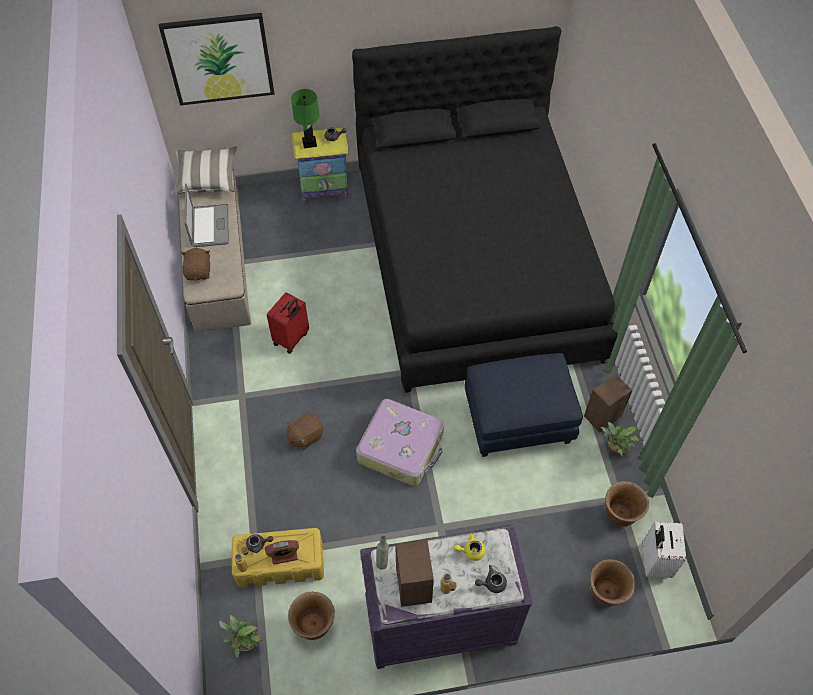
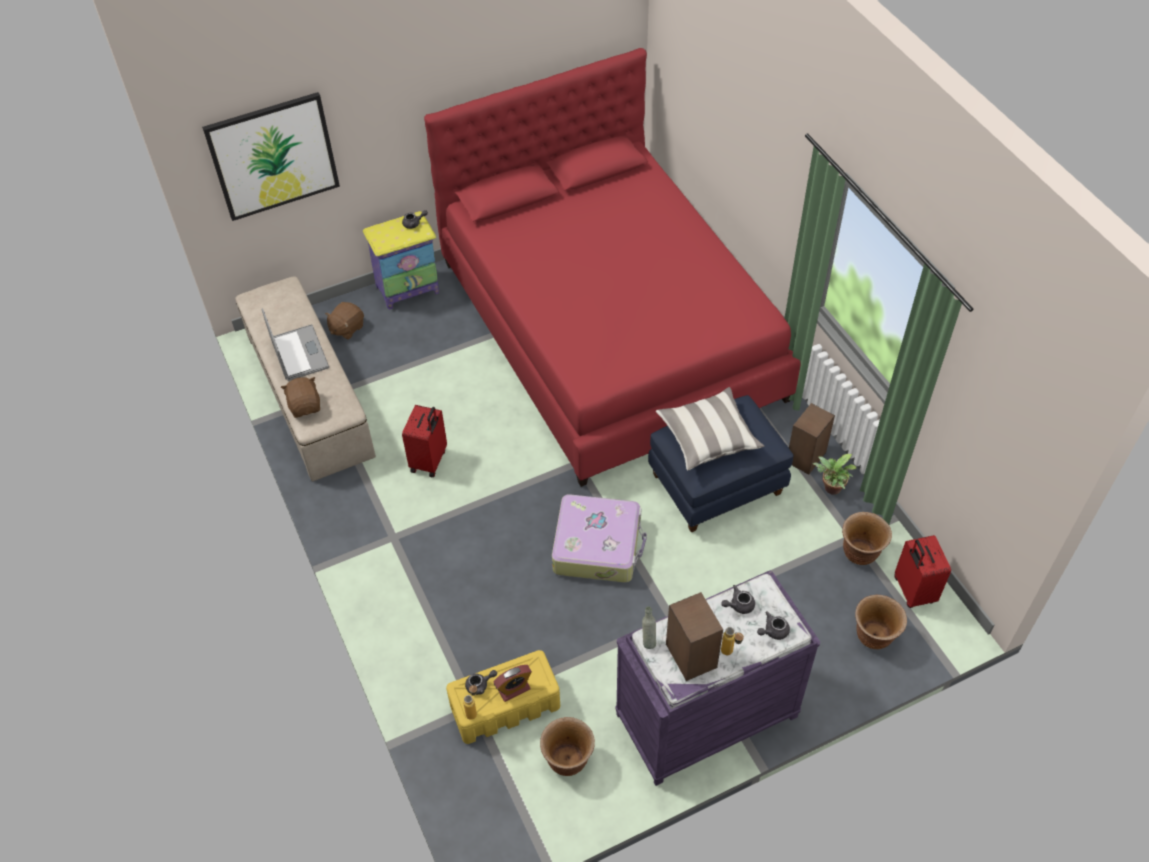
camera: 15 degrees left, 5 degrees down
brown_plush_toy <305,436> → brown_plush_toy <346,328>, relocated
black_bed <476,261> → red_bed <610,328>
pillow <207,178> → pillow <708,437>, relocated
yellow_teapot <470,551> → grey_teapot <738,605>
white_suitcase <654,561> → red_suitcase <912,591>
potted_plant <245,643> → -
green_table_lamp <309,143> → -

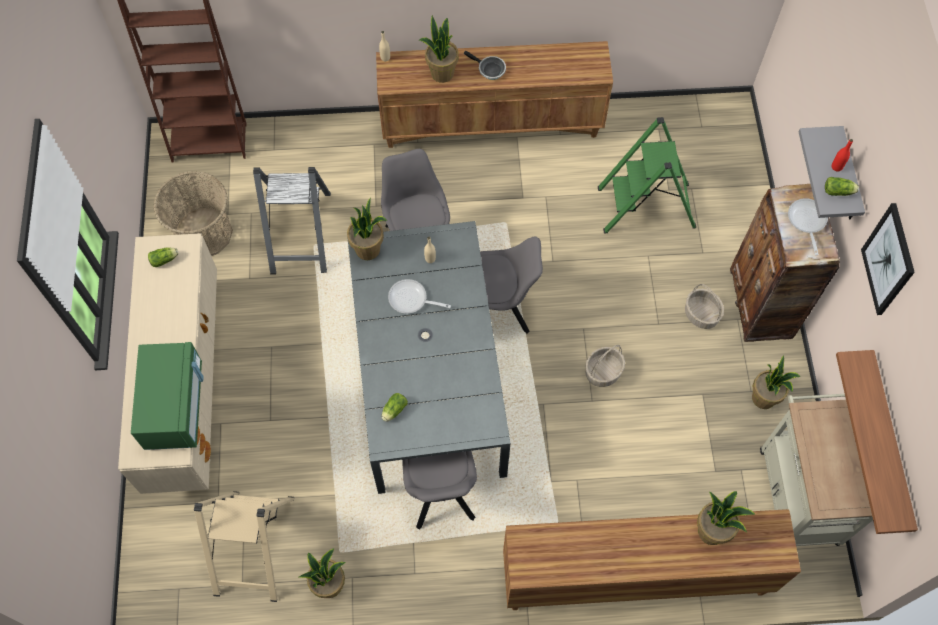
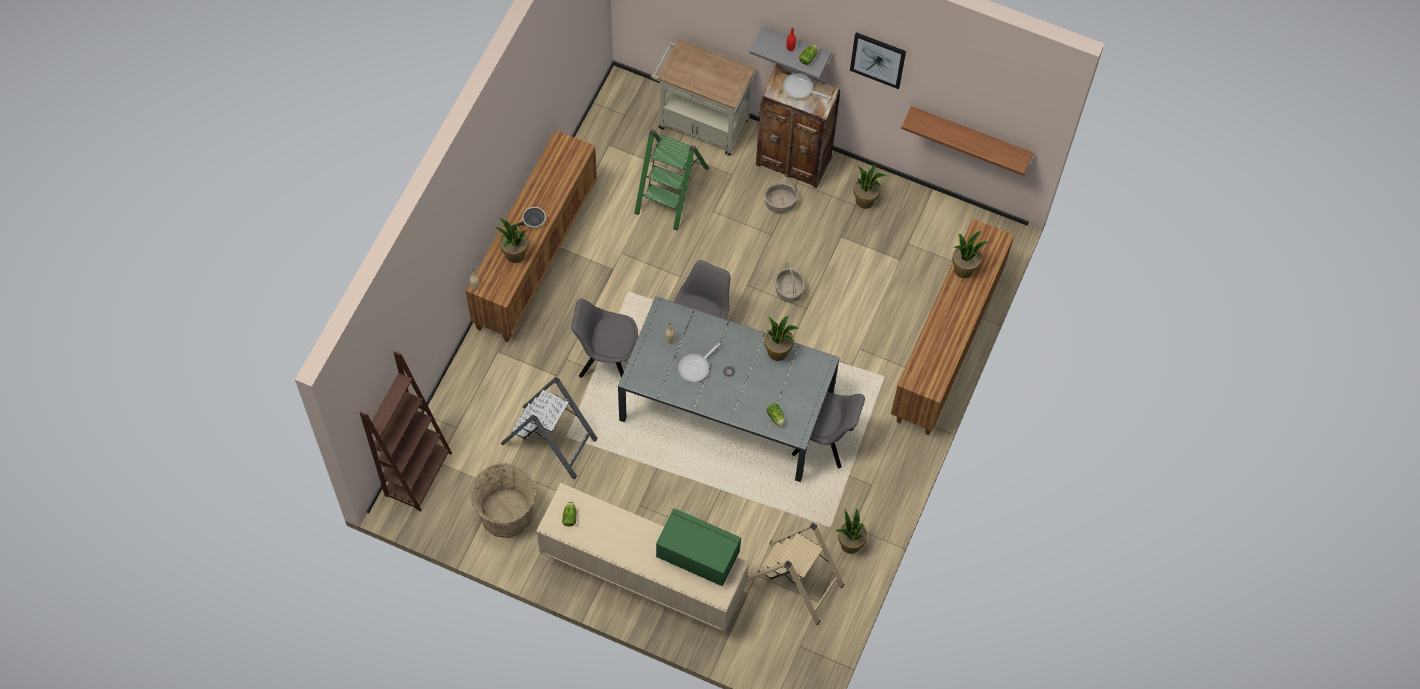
camera: 65 degrees left, 0 degrees up
beige_cart <797,493> → beige_cart <700,124>, relocated
potted_plant <368,249> → potted_plant <778,351>, relocated

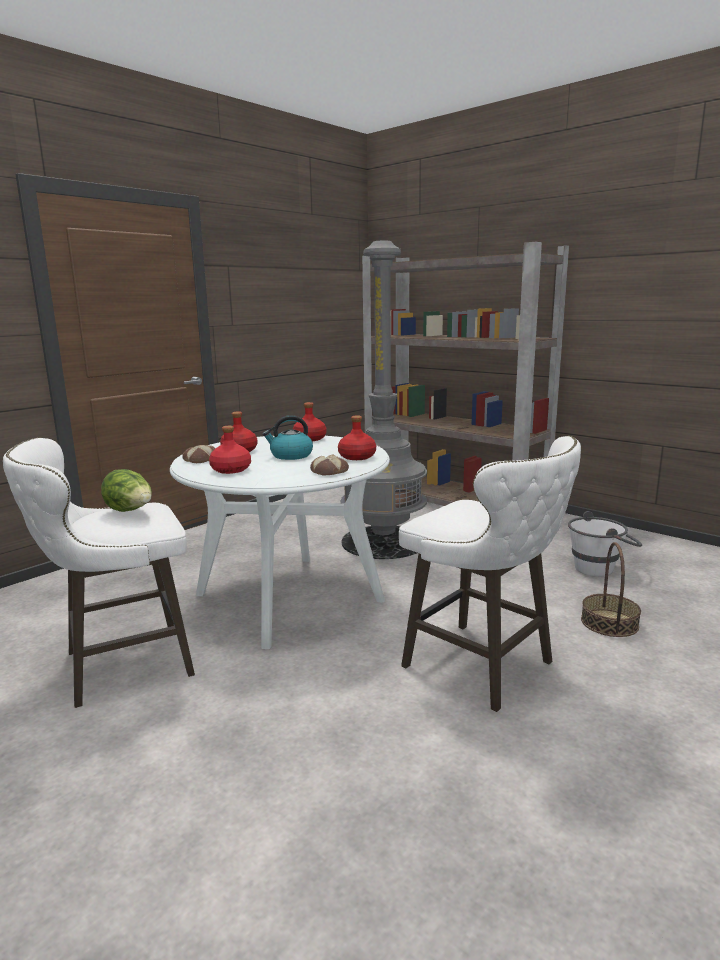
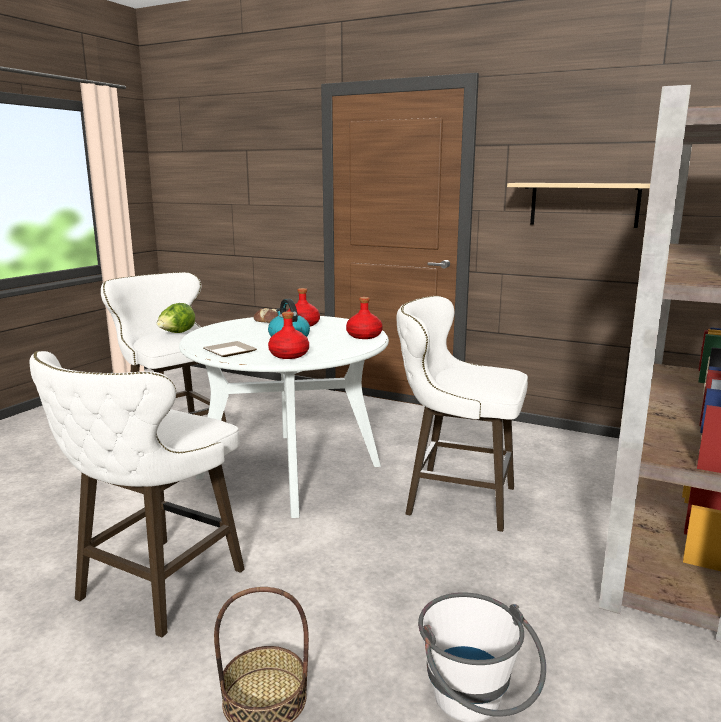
camera: 75 degrees right, 0 degrees up
bread <329,472> → plate <229,352>
grey_floor_lamp <383,542> → white_stool <455,499>
- → beige_shelf <584,204>
red_bottle <231,470> → -

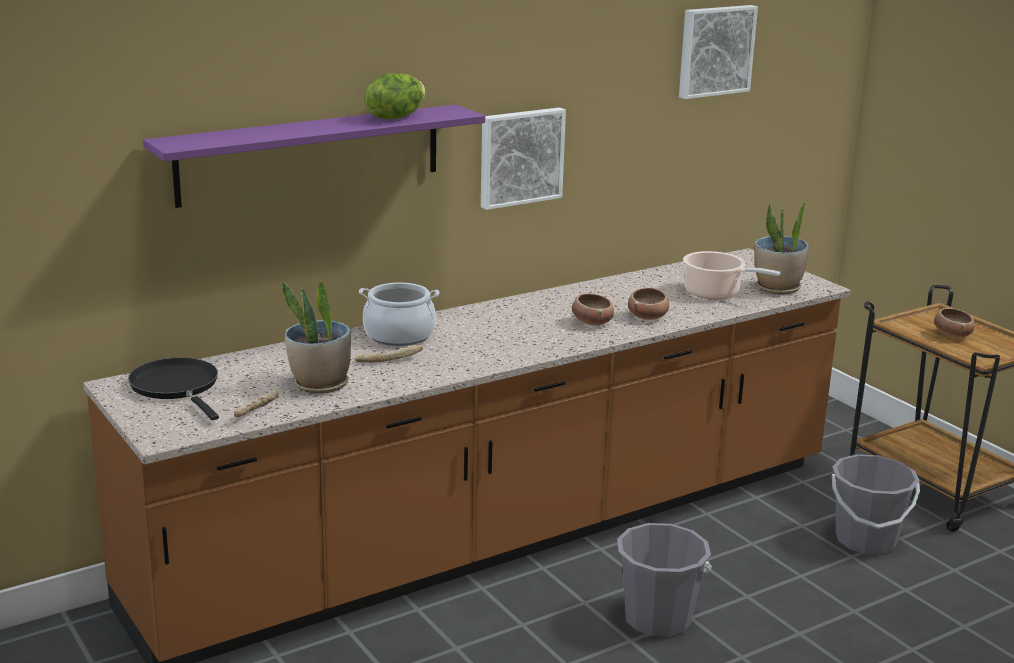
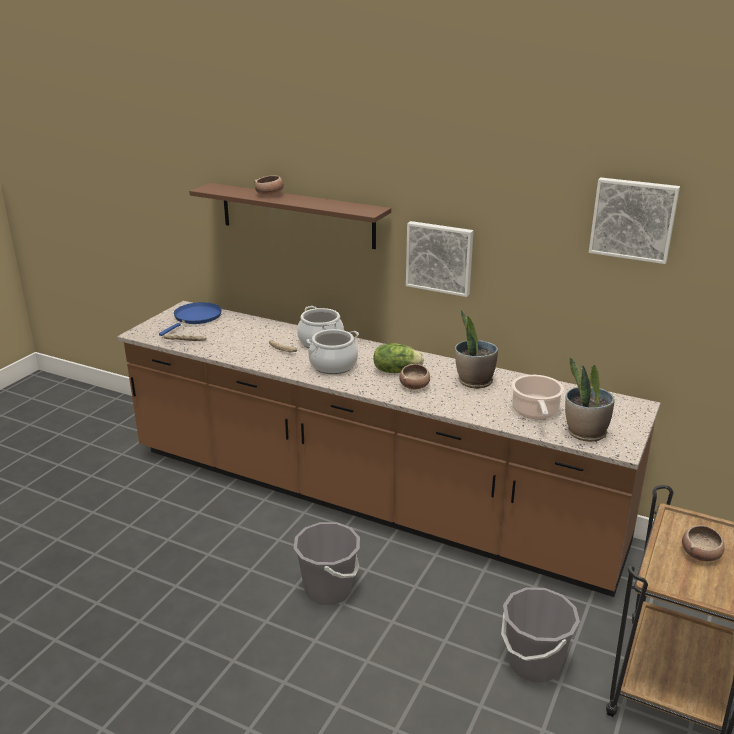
camera: 60 degrees right, 5 degrees up
black_frying_pan <177,387> → blue_frying_pan <195,318>
purple_shelf <311,154> → brown_shelf <297,215>
bowl <648,317> → bowl <270,195>, relocated
- → cooking_pot <333,365>
lettuce <395,117> → lettuce <396,371>, relocated
potted_plant <320,385> → potted_plant <474,381>, relocated

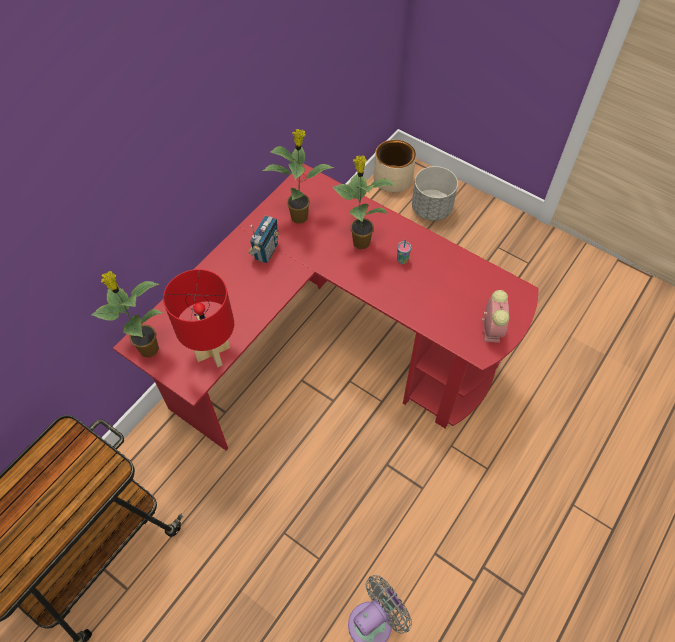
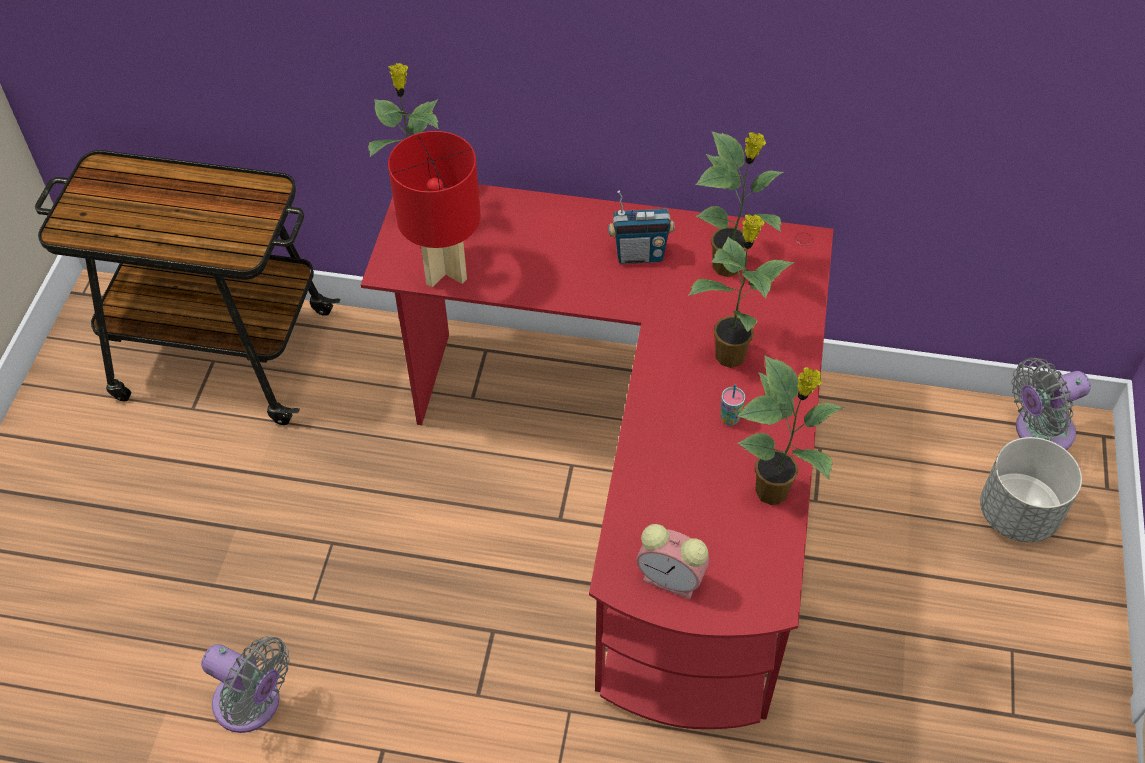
camera: 65 degrees right, 5 degrees down
alarm_clock <491,328> → alarm_clock <673,580>, 45 degrees clockwise
- → potted_plant <774,492>
beige_planter <393,179> → grey_fan <1038,432>

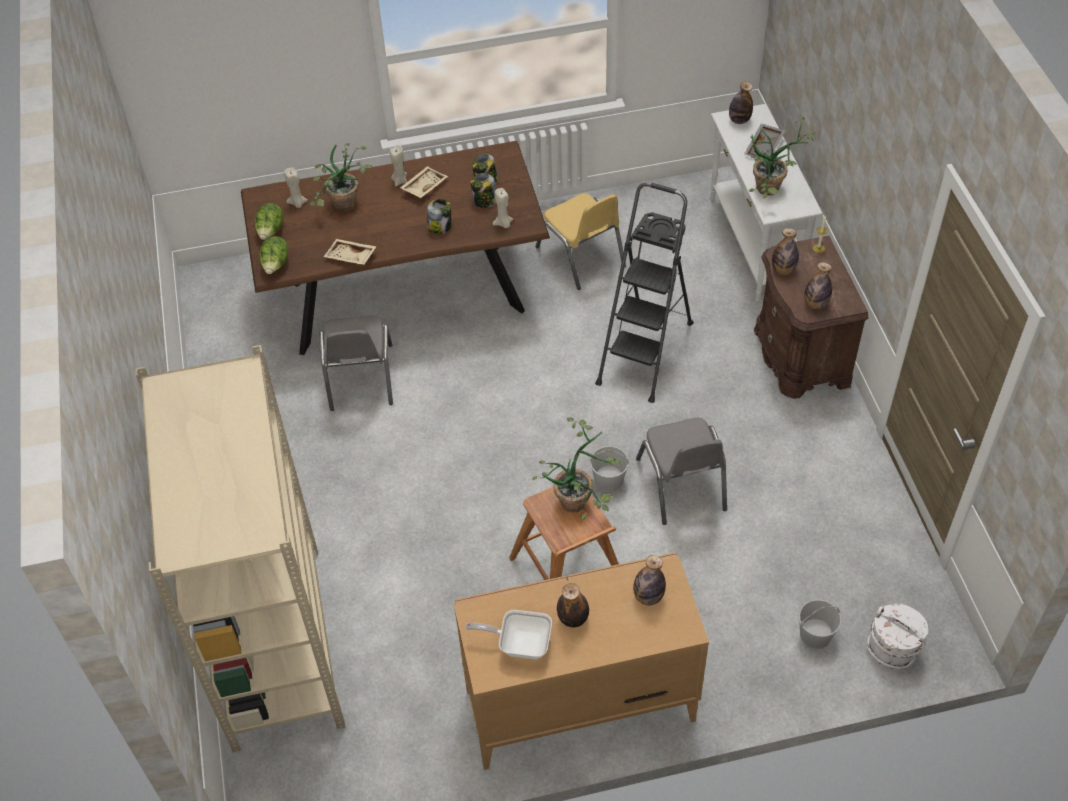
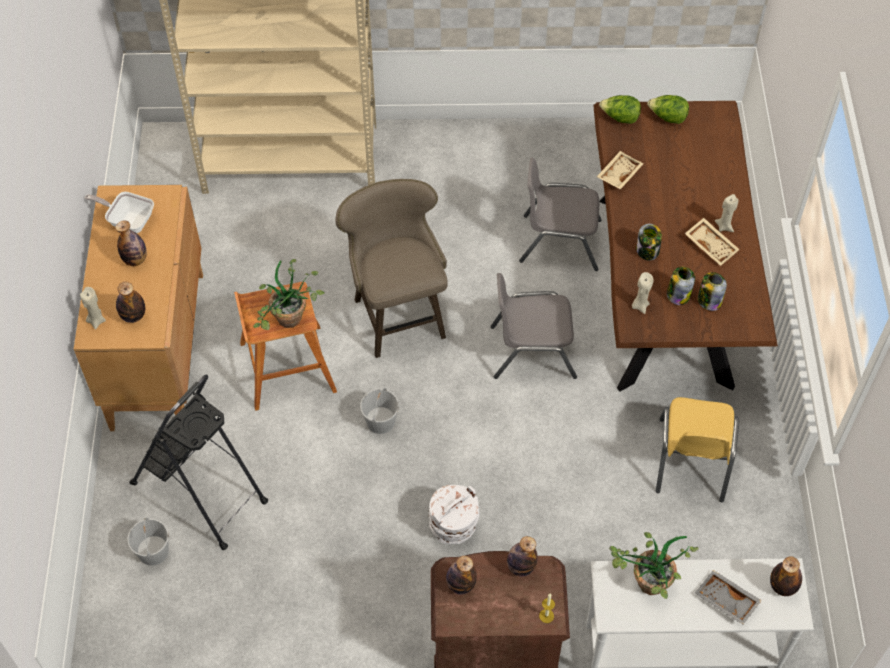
camera: 100 degrees right, 5 degrees up
beige_candle <297,203> → beige_candle <96,320>, relocated
frying_pan <519,643> → frying_pan <128,220>, 90 degrees counterclockwise
step_ladder <646,351> → step_ladder <200,492>, relocated
- → beige_stool <398,314>
white_bucket <892,648> → white_bucket <453,526>, relocated
grey_chair <681,484> → grey_chair <532,350>, relocated
yellow_chair <581,257> → yellow_chair <691,460>, 60 degrees counterclockwise
potted_plant <344,208> → -

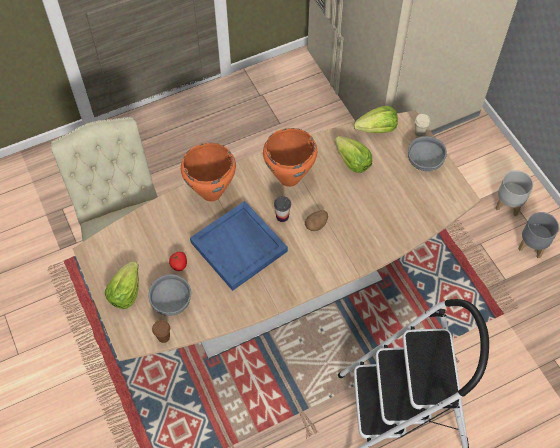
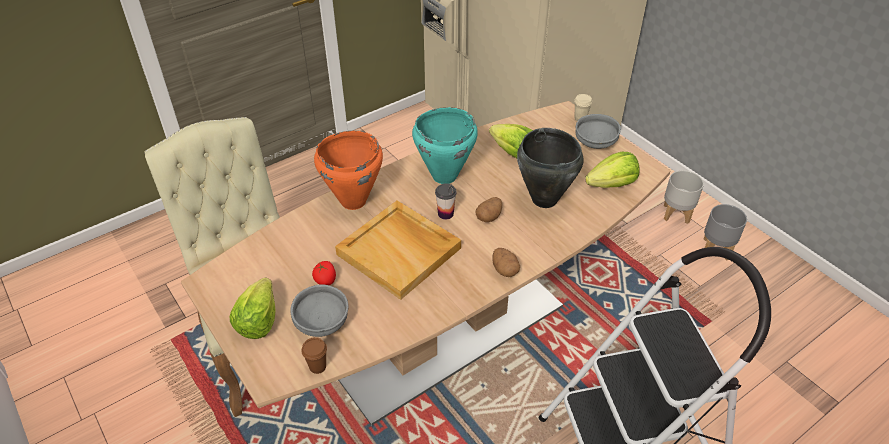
camera: 10 degrees left, 15 degrees down
blue_tray <240,247> → beige_tray <400,251>
orange_cooking_pot <288,178> → turquoise_cooking_pot <444,176>
- → potato <505,269>
- → black_cooking_pot <544,200>
lettuce <377,129> → lettuce <612,184>, relocated

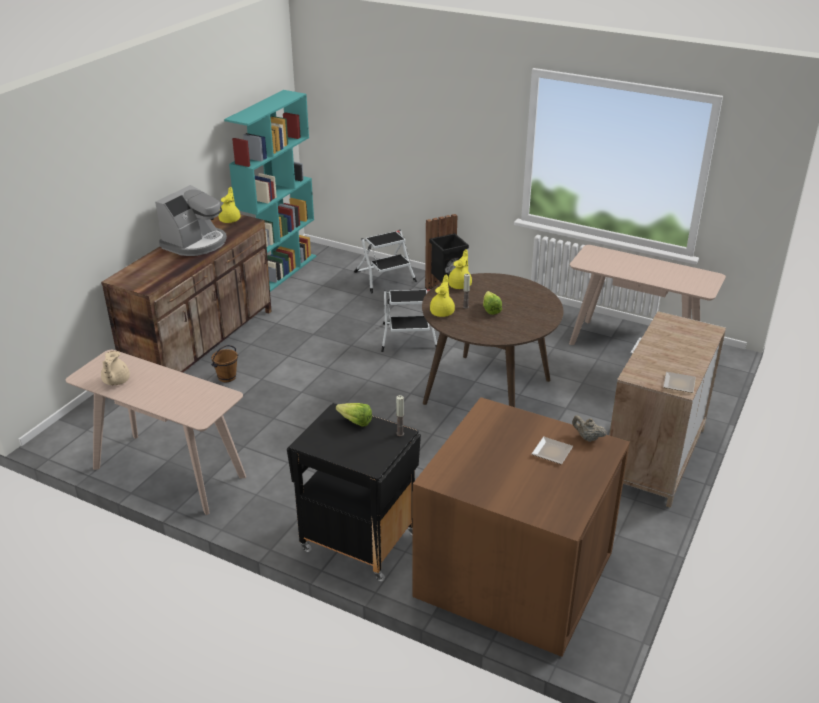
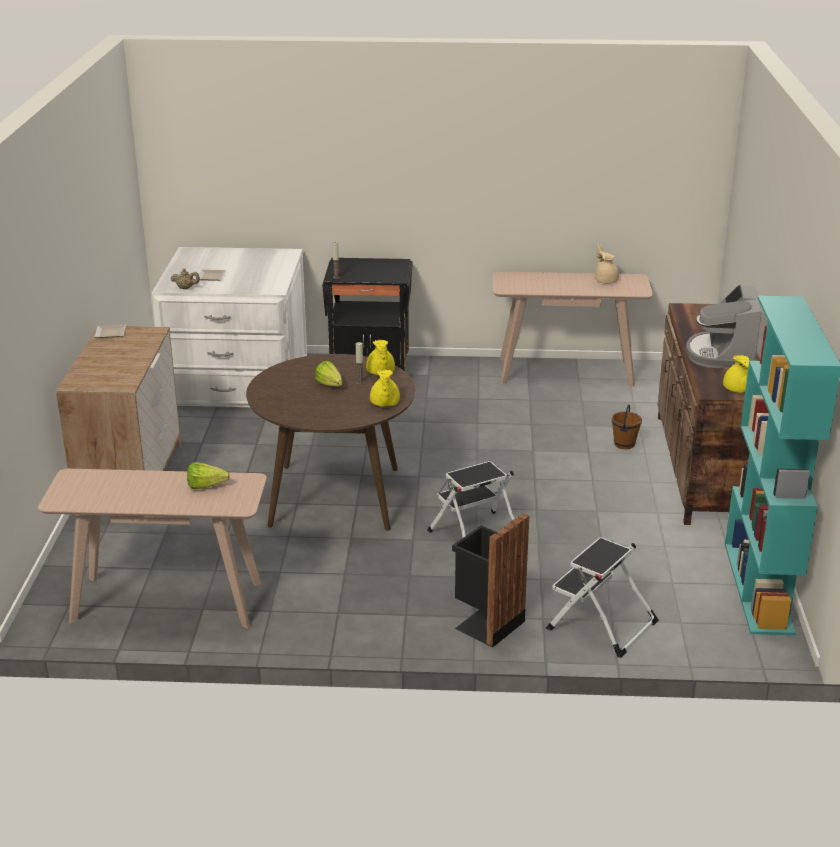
camera: 155 degrees right, 5 degrees down
brown_dresser <515,572> → white_dresser <238,380>
lettuce <353,421> → lettuce <209,487>, relocated

